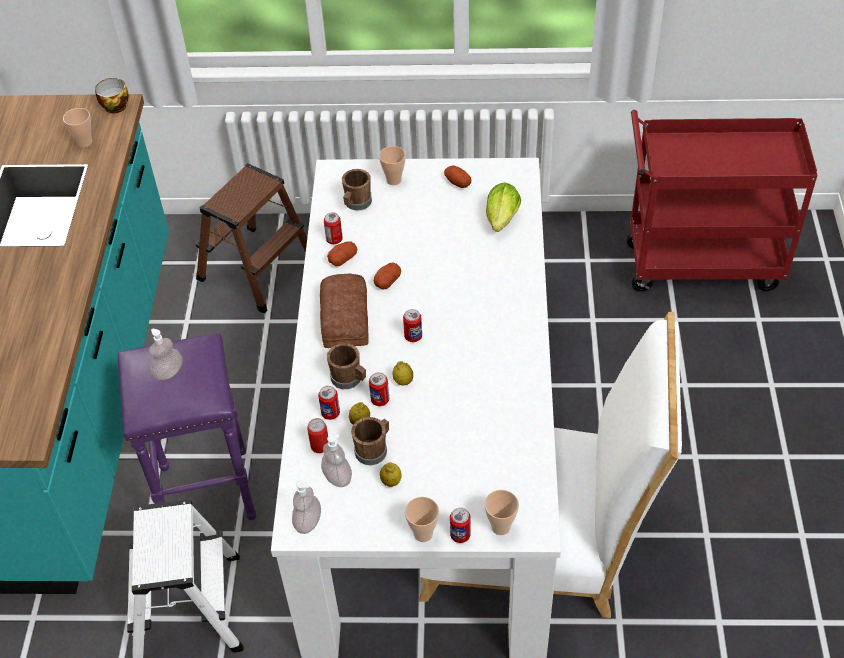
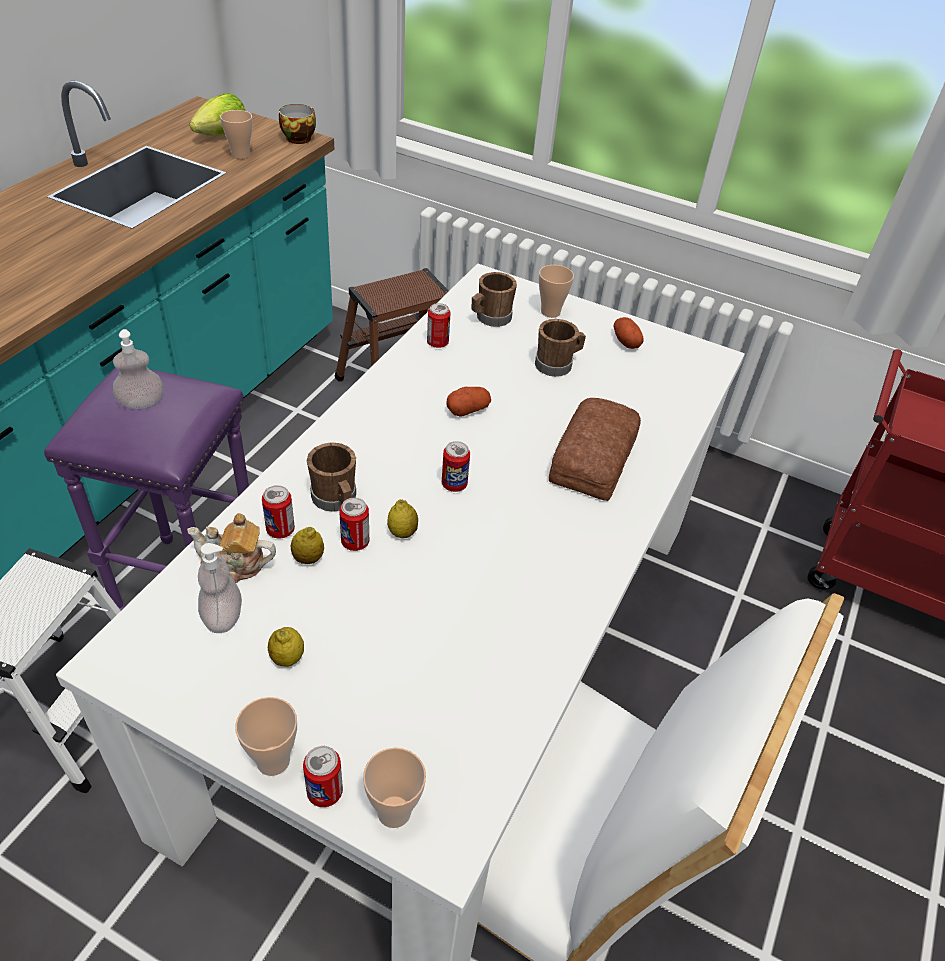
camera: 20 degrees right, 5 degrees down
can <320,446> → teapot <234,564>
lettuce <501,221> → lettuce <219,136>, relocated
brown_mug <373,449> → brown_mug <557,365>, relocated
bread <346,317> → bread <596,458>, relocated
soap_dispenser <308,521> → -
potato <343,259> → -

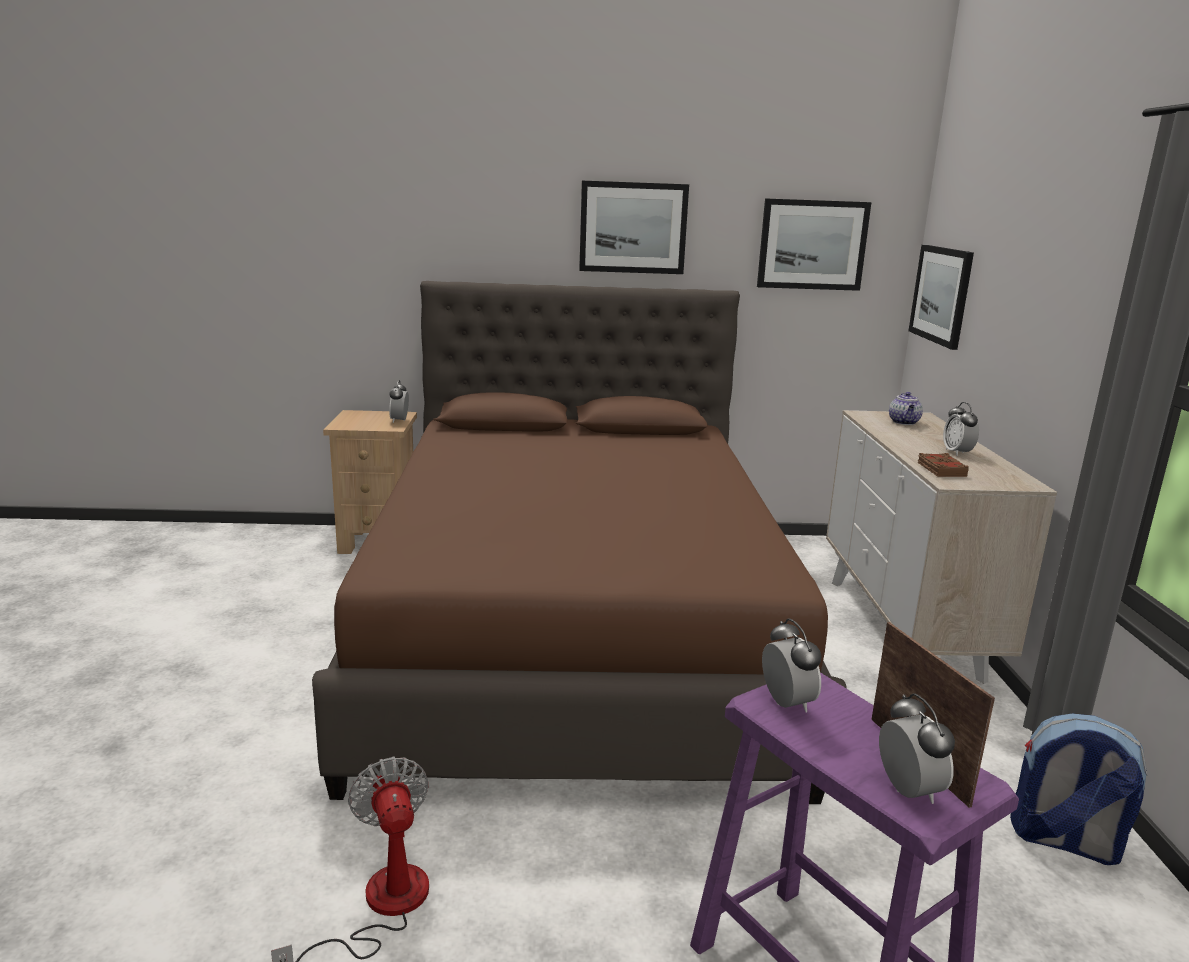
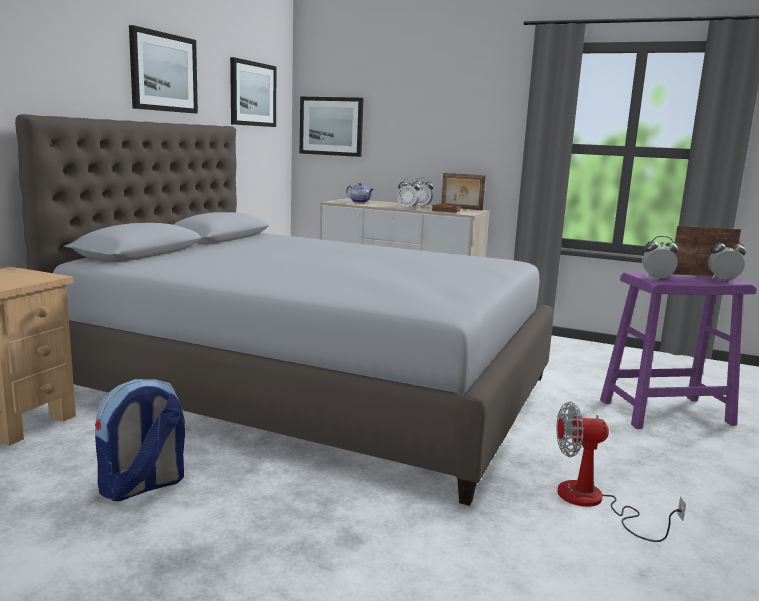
camera: 65 degrees left, 5 degrees down
brown_bed <576,629> → grey_bed <310,385>
backpack <1063,841> → backpack <142,486>, relocated
alarm_clock <399,420> → alarm_clock <408,208>, relocated
- → picture_frame <461,208>

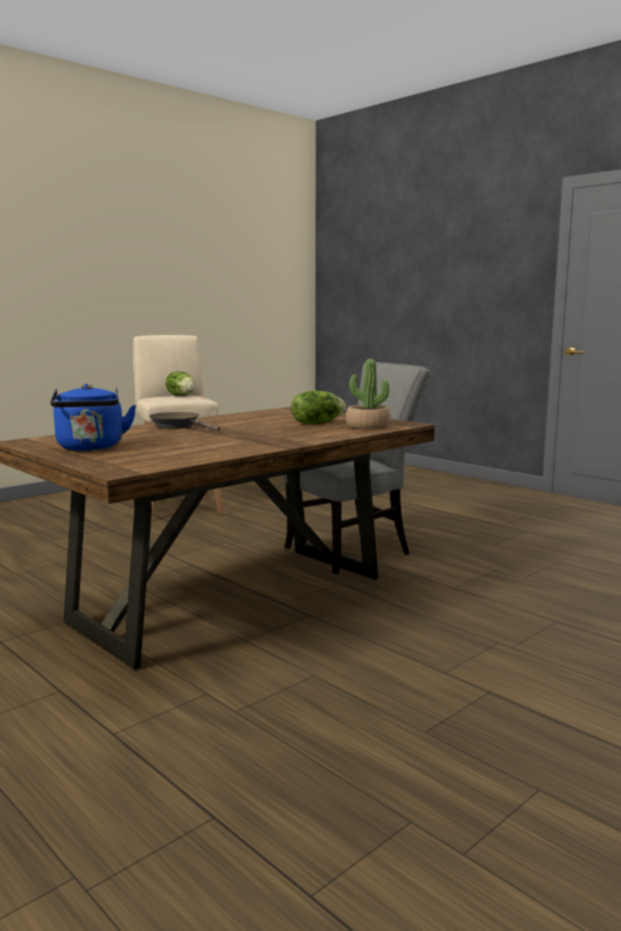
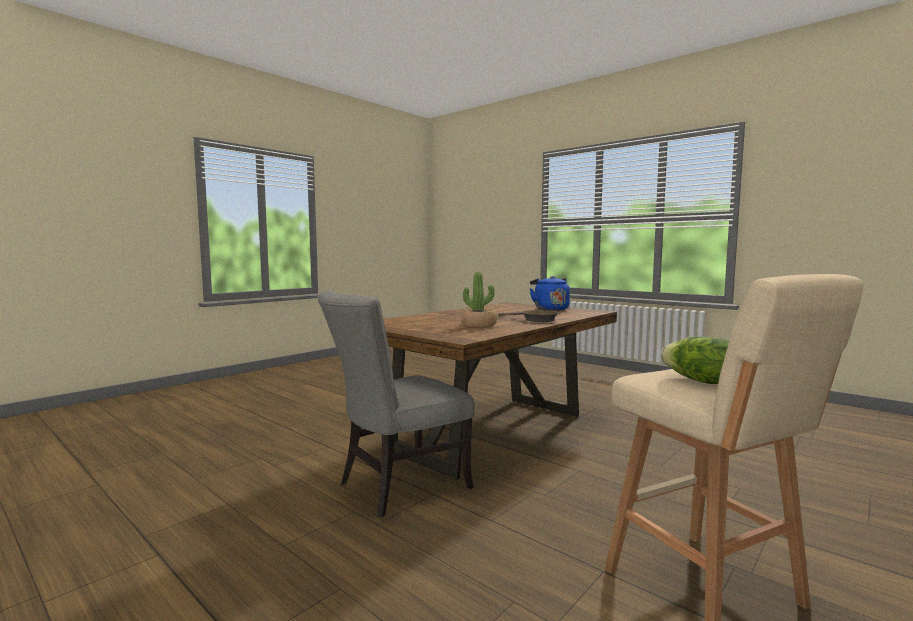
camera: 175 degrees right, 5 degrees down
potted_plant <367,426> → potted_plant <479,325>, relocated
lettuce <317,423> → -

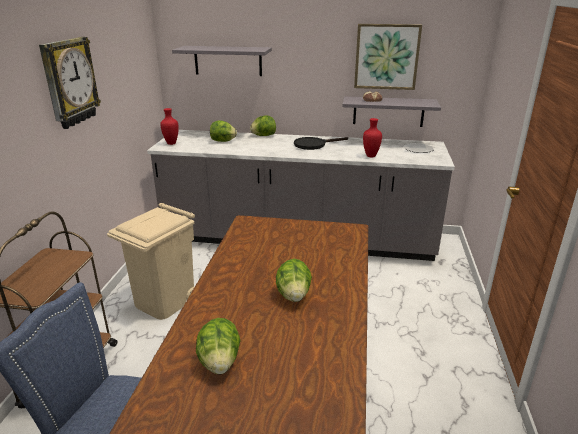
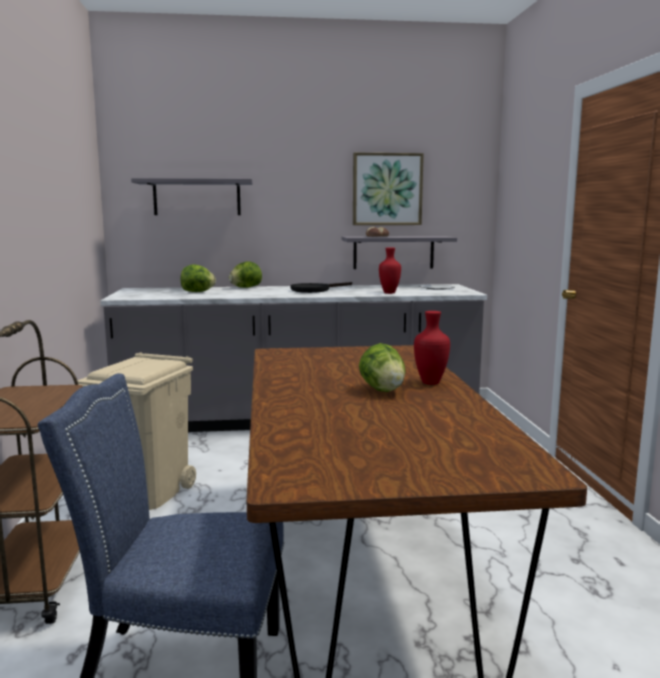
camera: 15 degrees left, 15 degrees down
red_vase <172,143> → red_vase <431,383>, relocated
wall_clock <69,82> → -
lettuce <220,362> → -

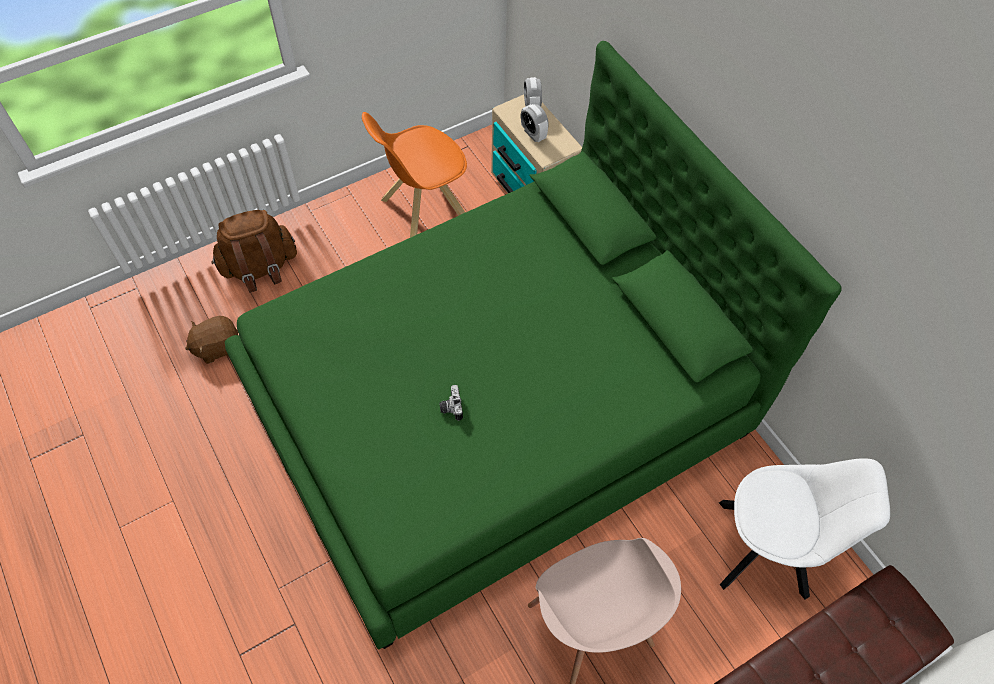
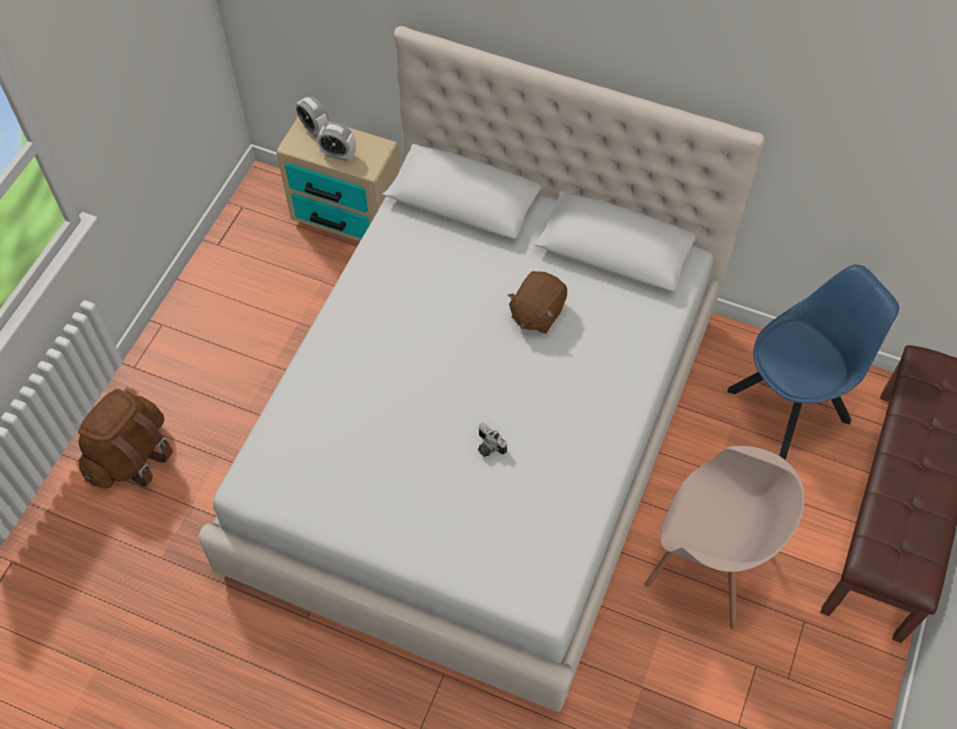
camera: 35 degrees left, 0 degrees up
green_bed <496,409> → white_bed <479,439>
brown_plush_toy <217,347> → brown_plush_toy <536,313>, relocated
white_chair <766,549> → blue_chair <791,404>
orange_chair <423,212> → -

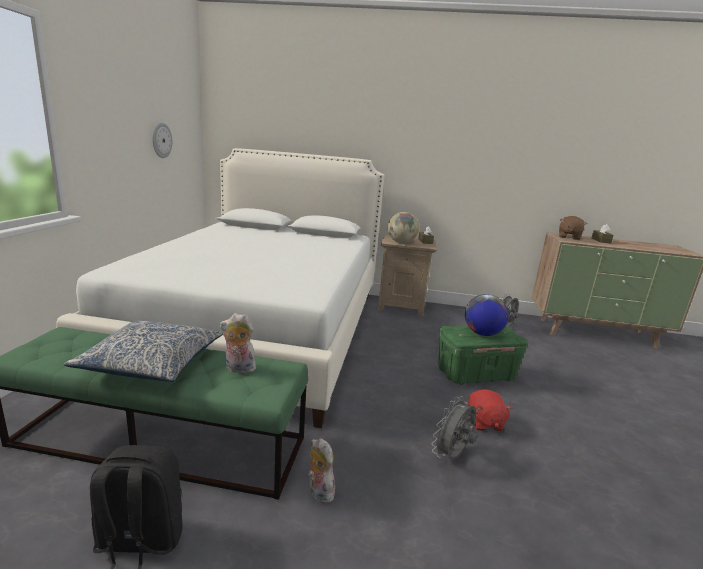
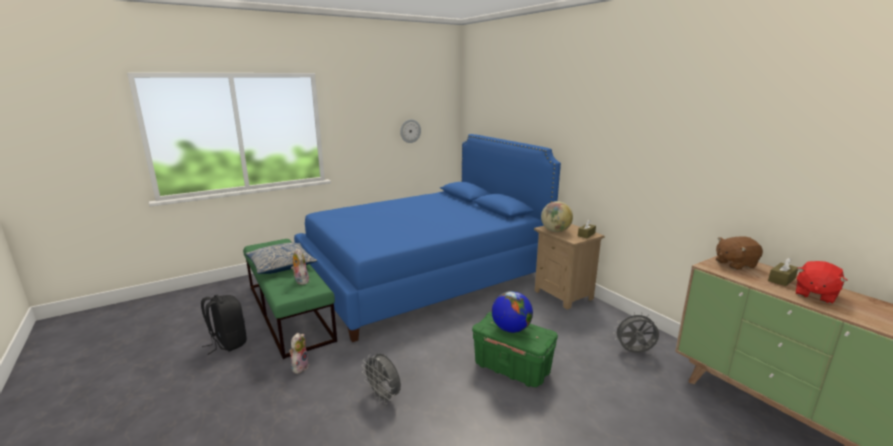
camera: 50 degrees right, 0 degrees up
white_bed <260,329> → blue_bed <424,275>
grey_fan <452,456> → grey_fan <384,397>, 135 degrees counterclockwise
red_plush_toy <484,422> → red_plush_toy <814,294>, relocated

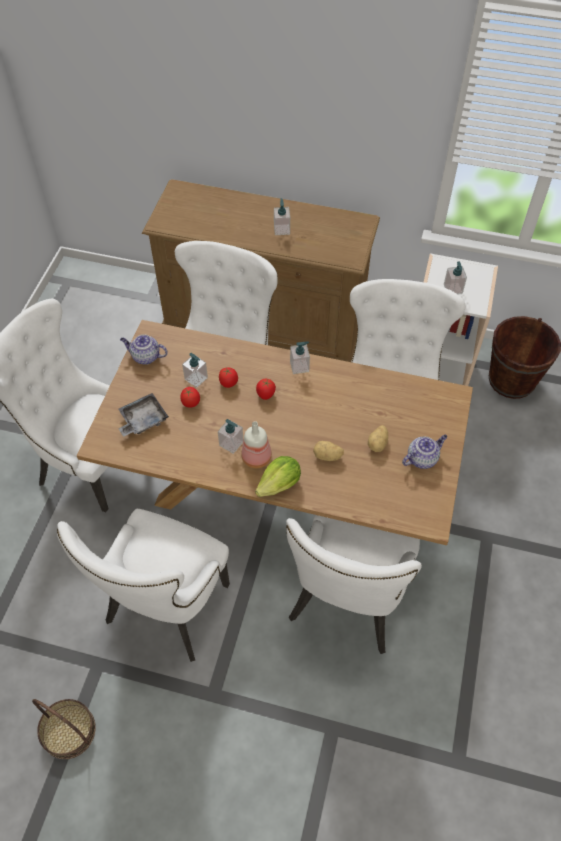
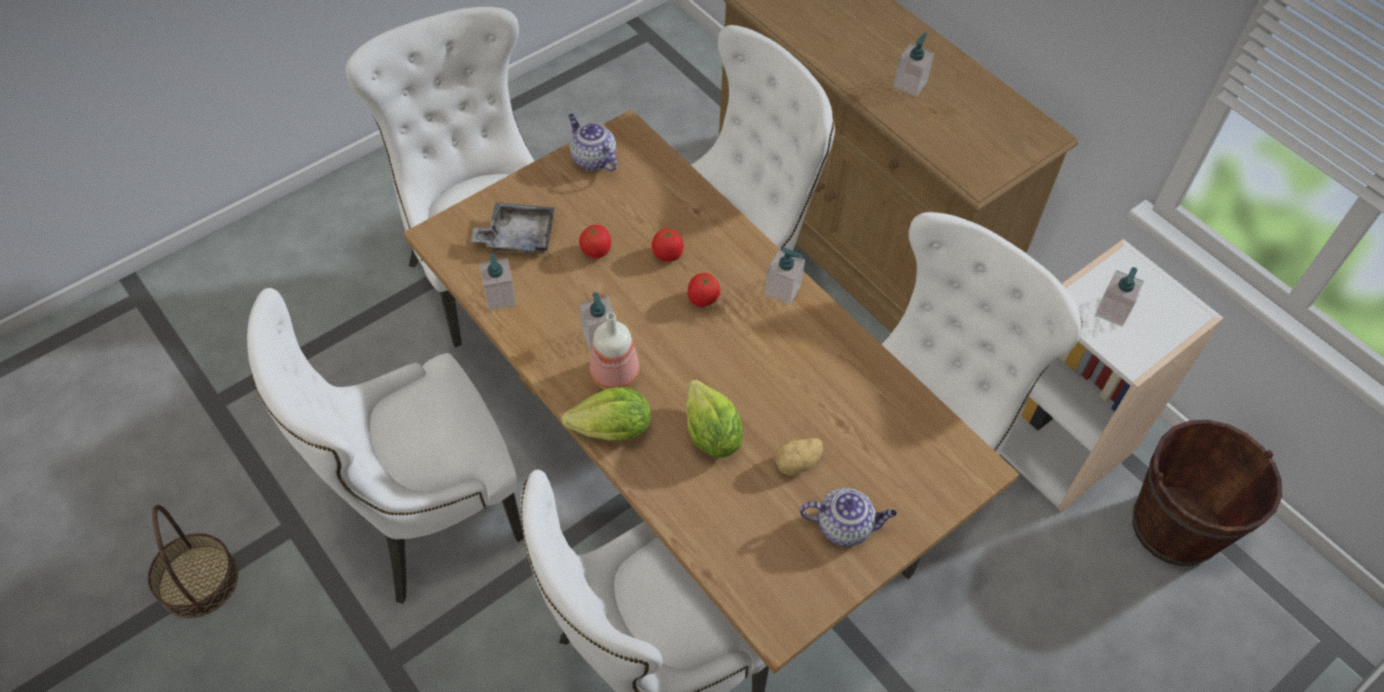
camera: 35 degrees right, 0 degrees up
soap_dispenser <196,378> → soap_dispenser <500,297>, relocated
potato <327,456> → lettuce <711,435>

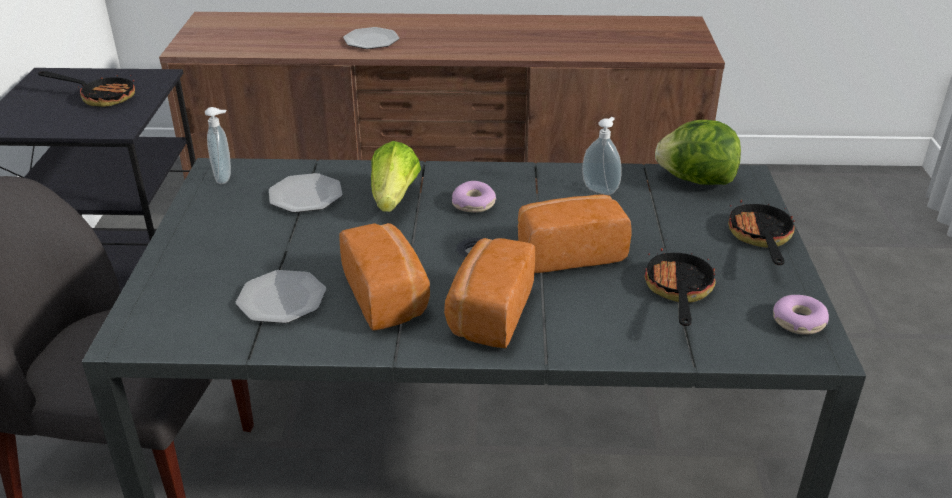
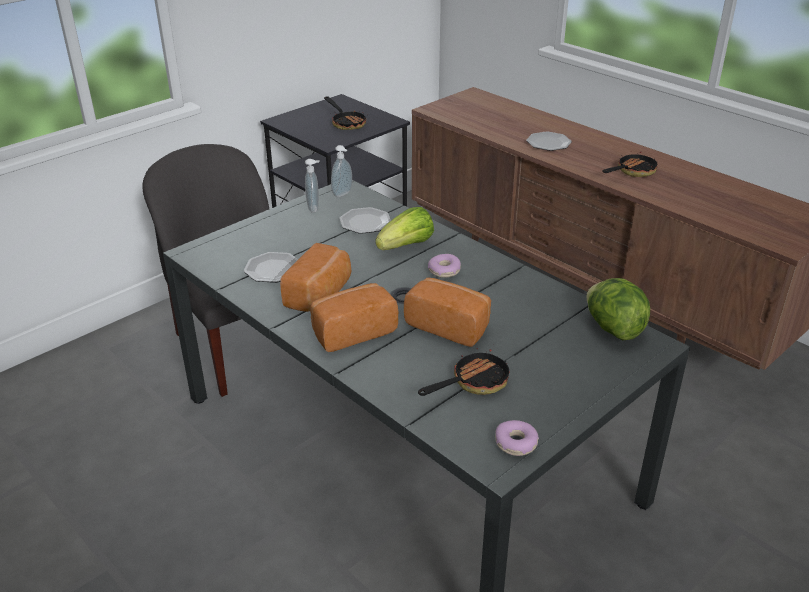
camera: 45 degrees right, 0 degrees up
soap_dispenser <601,189> → soap_dispenser <314,208>, relocated
frying_pan <760,239> → frying_pan <632,172>, relocated

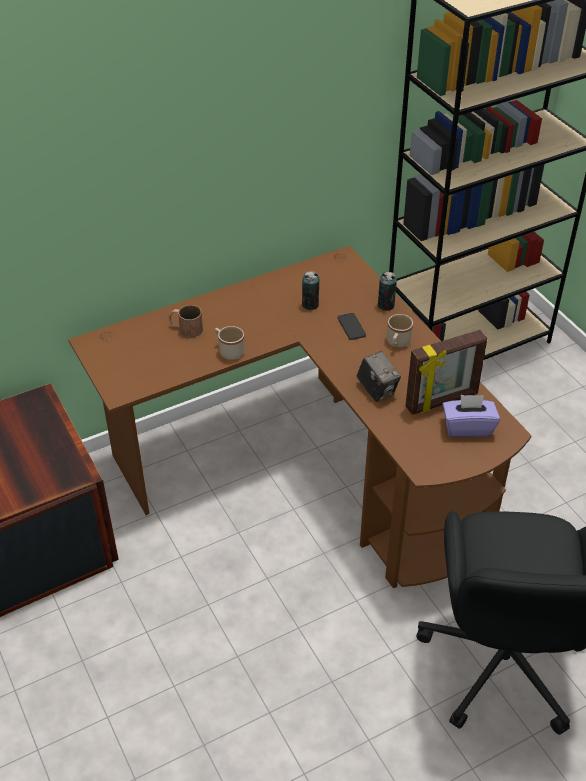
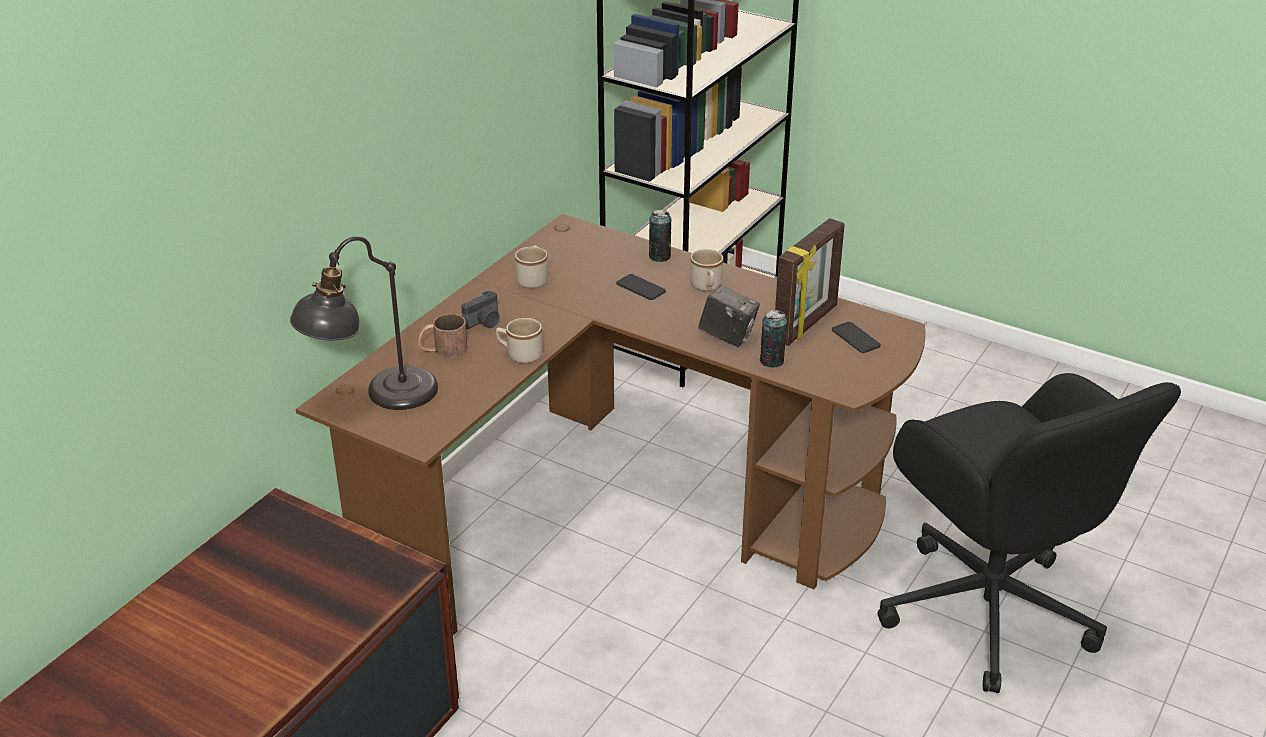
camera: 30 degrees left, 10 degrees down
- → grey_table_lamp <373,398>
- → photo_camera <484,322>
- → beige_mug <533,279>
can <310,305> → can <771,361>, relocated
purple_tissue_box <467,427> → phone <855,338>

